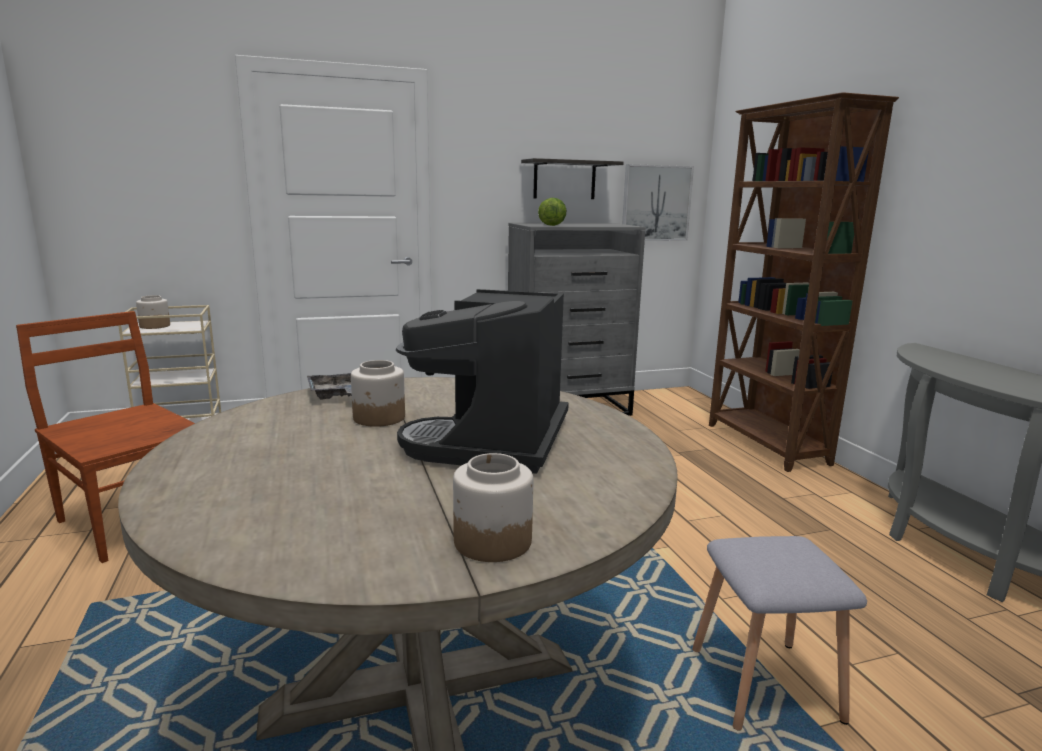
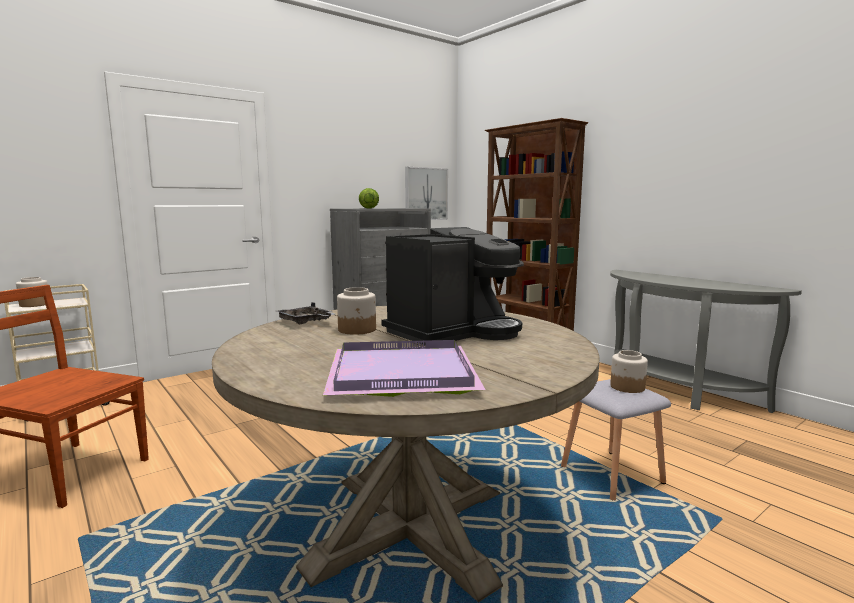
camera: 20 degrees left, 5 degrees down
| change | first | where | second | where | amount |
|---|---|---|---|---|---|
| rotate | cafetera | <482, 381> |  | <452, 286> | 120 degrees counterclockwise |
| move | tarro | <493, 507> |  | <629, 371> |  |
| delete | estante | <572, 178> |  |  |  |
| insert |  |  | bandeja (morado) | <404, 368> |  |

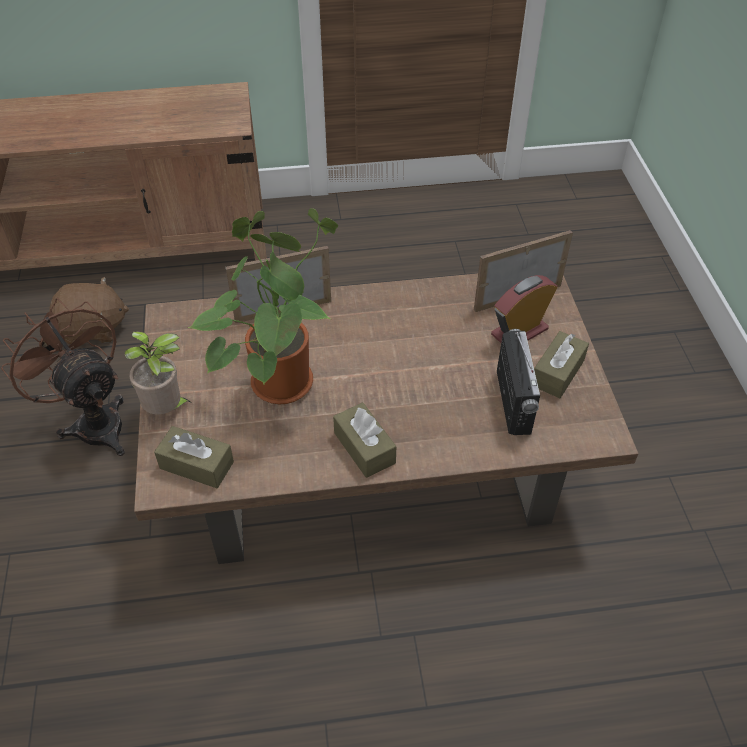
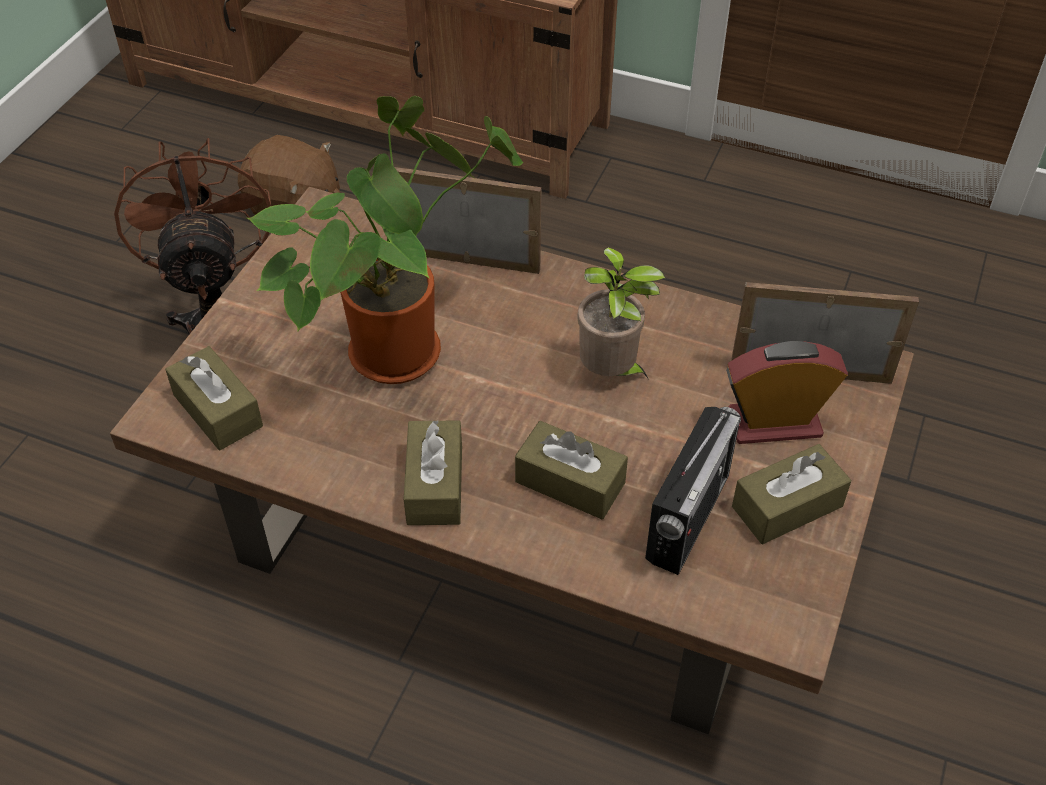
camera: 30 degrees right, 0 degrees up
| change | first | where | second | where | amount |
|---|---|---|---|---|---|
| move | planta en maceta | <159, 373> |  | <621, 312> |  |
| insert |  |  | caja de pañuelos (marrón) | <571, 470> |  |

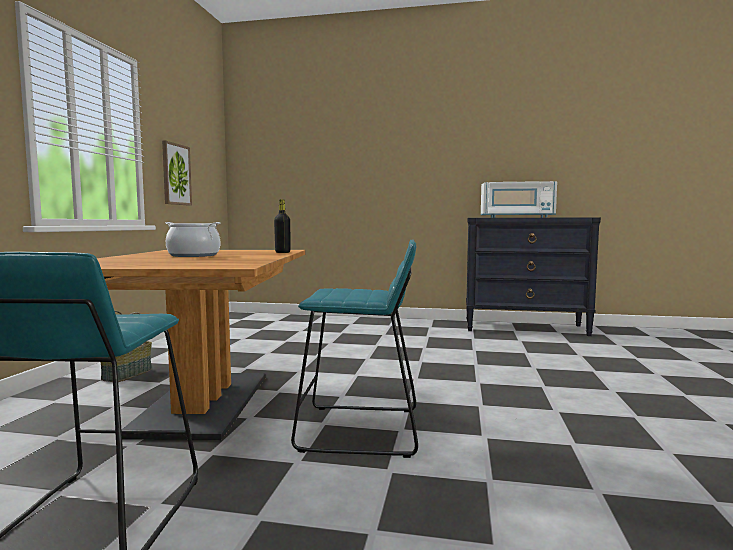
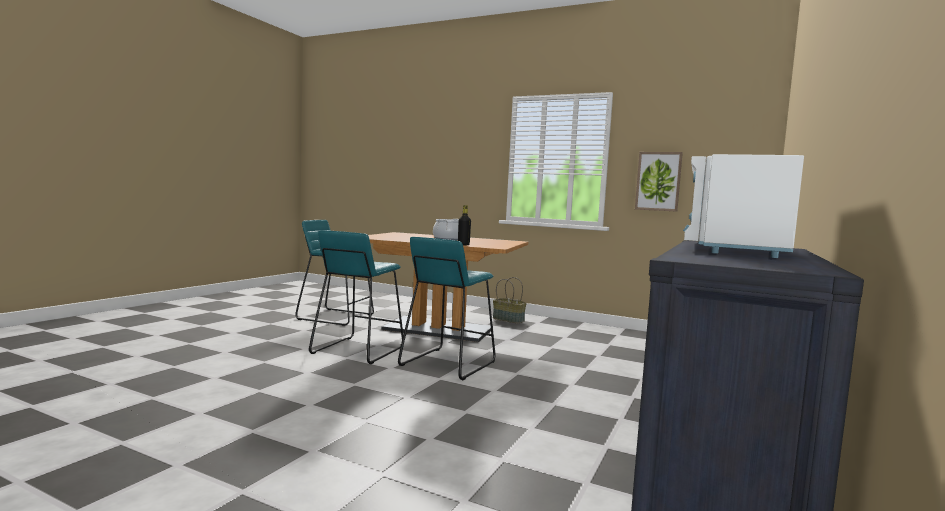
camera: 105 degrees right, 0 degrees up
| change | first | where | second | where | amount |
|---|---|---|---|---|---|
| insert |  |  | taburete (turquesa) | <446, 308> |  |

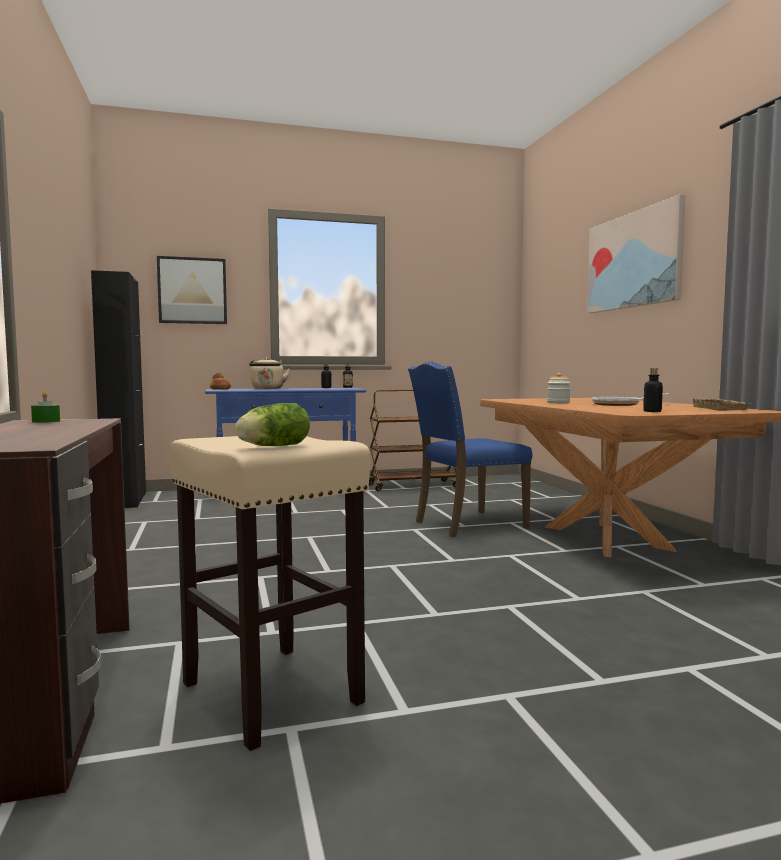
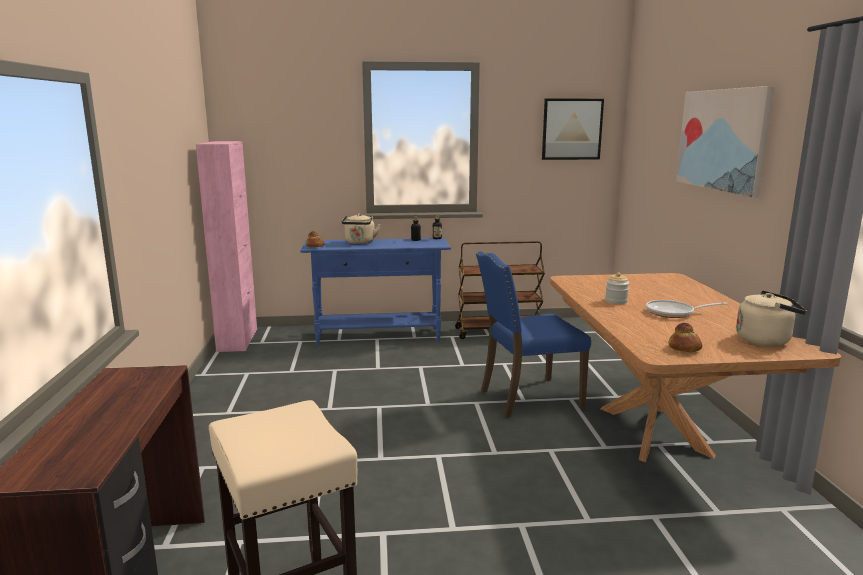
camera: 10 degrees right, 10 degrees up
| change | first | where | second | where | amount |
|---|---|---|---|---|---|
| delete | vela (verde) | <45, 407> |  |  |  |
| recolor | armario (negro) | <118, 389> | armario (rosa) | <226, 246> |  |
| move | cuadro | <192, 290> |  | <573, 129> |  |
| delete | lechuga | <272, 424> |  |  |  |
| replace | botella | <653, 390> | pan | <685, 337> |  |
| replace | bandeja (beis) | <721, 404> | hervidor (beis) | <771, 318> |  |

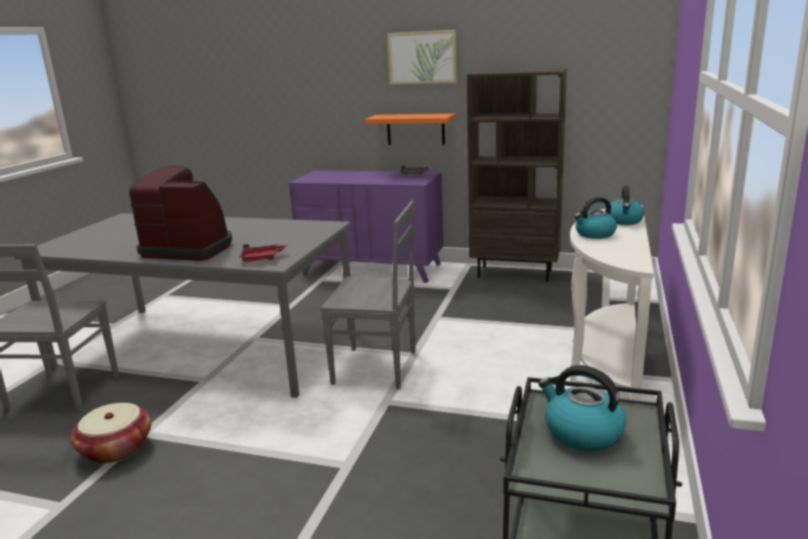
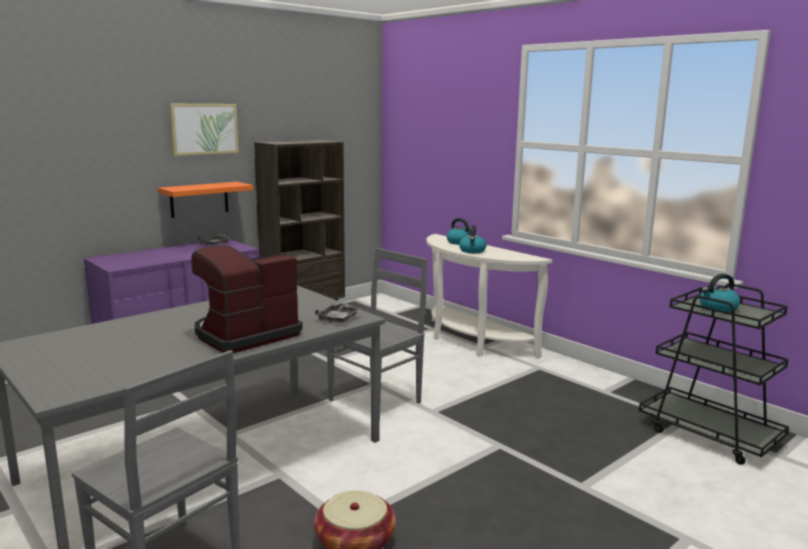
camera: 60 degrees left, 5 degrees down
| change | first | where | second | where | amount |
|---|---|---|---|---|---|
| recolor | bandeja (rojo) | <263, 253> | bandeja (gris) | <338, 312> |  |

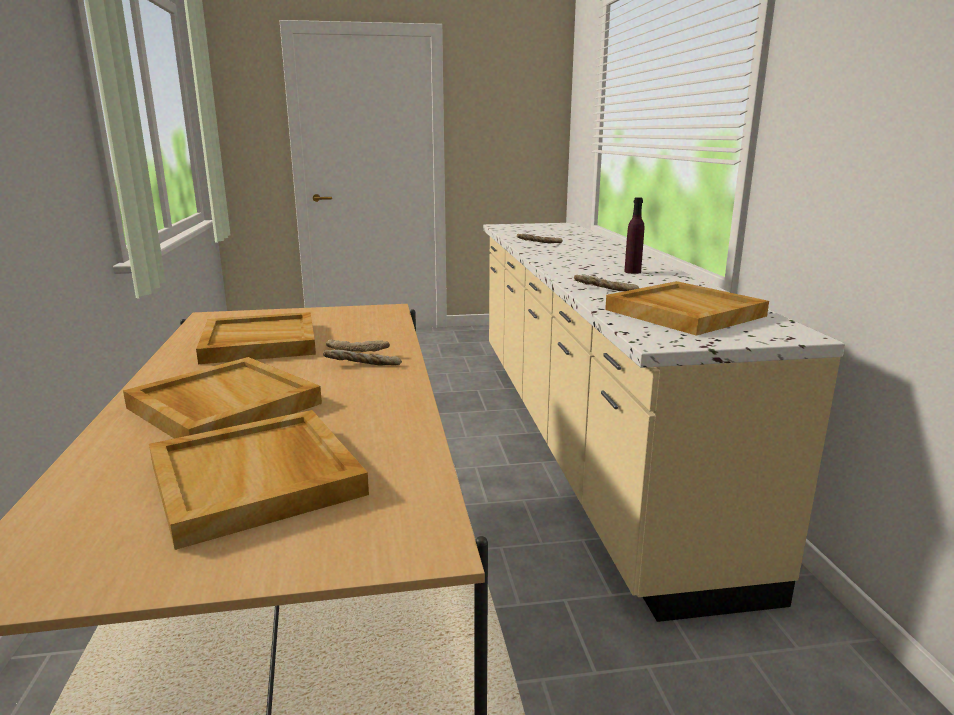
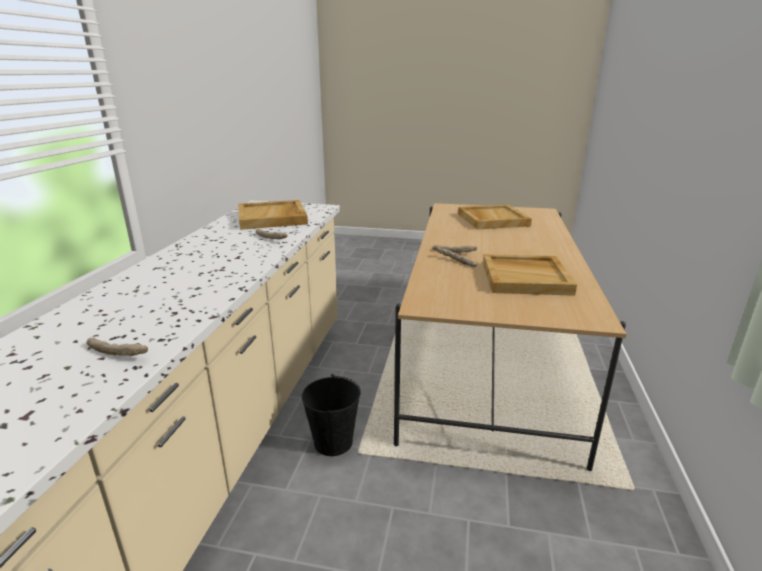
camera: 160 degrees left, 5 degrees up
| change | first | where | second | where | amount |
|---|---|---|---|---|---|
| delete | bandeja (beis) | <222, 397> |  |  |  |
| delete | botella (morado) | <634, 235> |  |  |  |
| insert |  |  | cubo (negro) | <331, 415> |  |

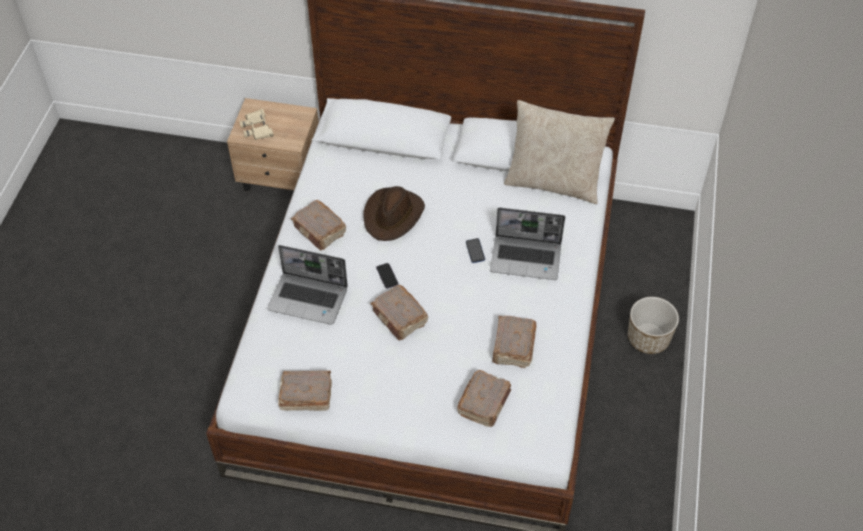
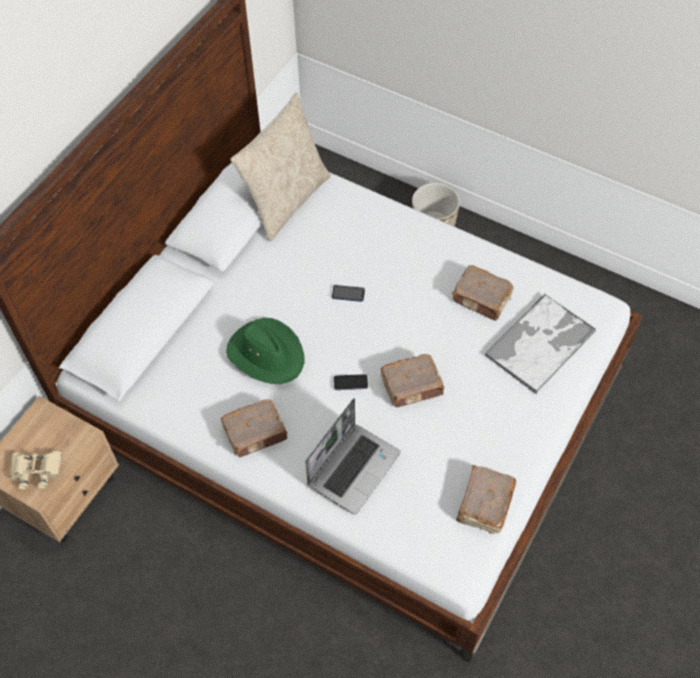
camera: 70 degrees left, 5 degrees up
| change | first | where | second | where | amount |
|---|---|---|---|---|---|
| recolor | sombrero (marrón) | <394, 213> | sombrero (verde) | <265, 351> |  |
| replace | libro (marrón) | <484, 398> | bandeja | <540, 344> |  |
| delete | portátil | <527, 243> |  |  |  |

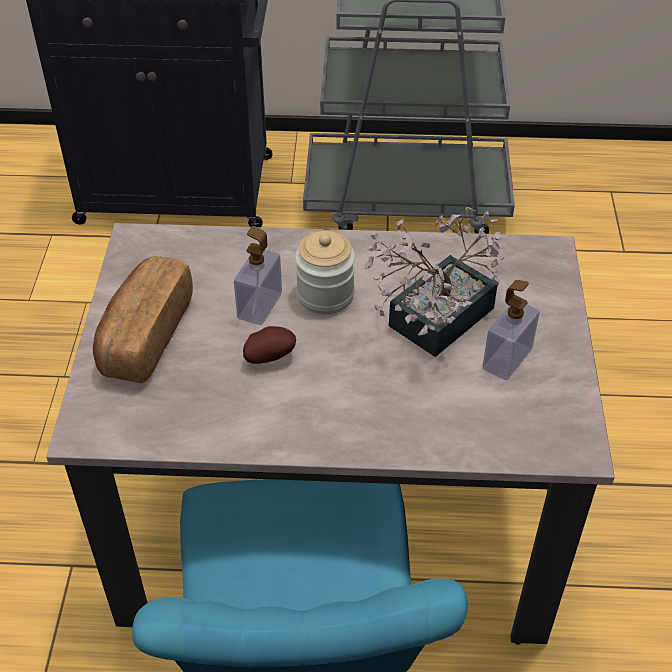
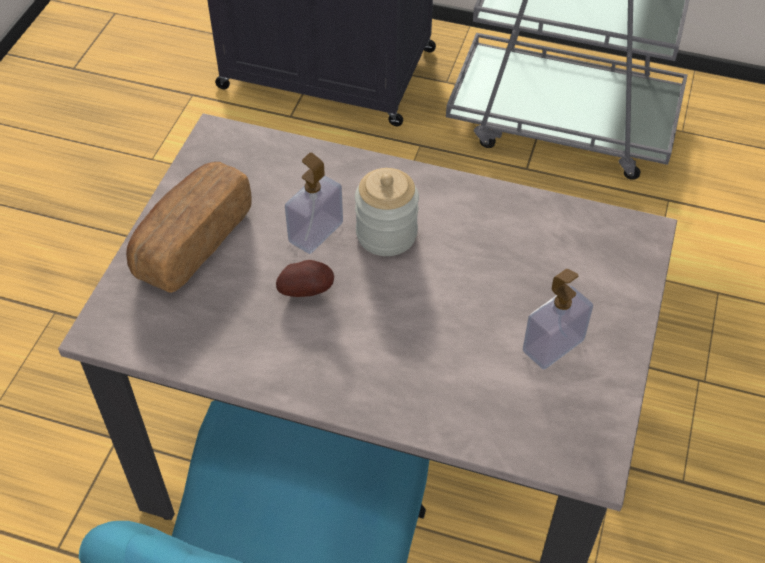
camera: 15 degrees right, 5 degrees up
| change | first | where | second | where | amount |
|---|---|---|---|---|---|
| delete | planta en maceta | <433, 282> |  |  |  |

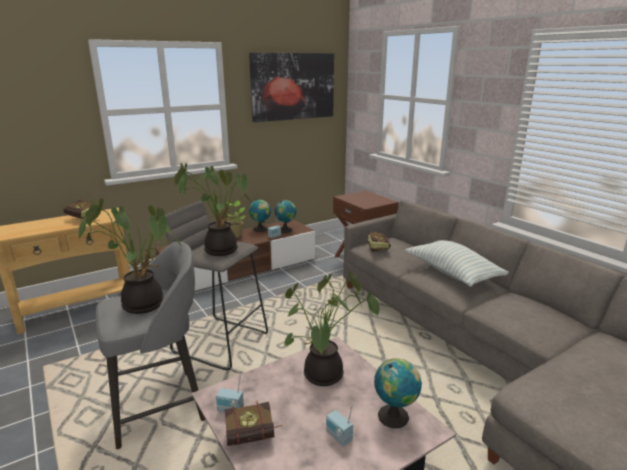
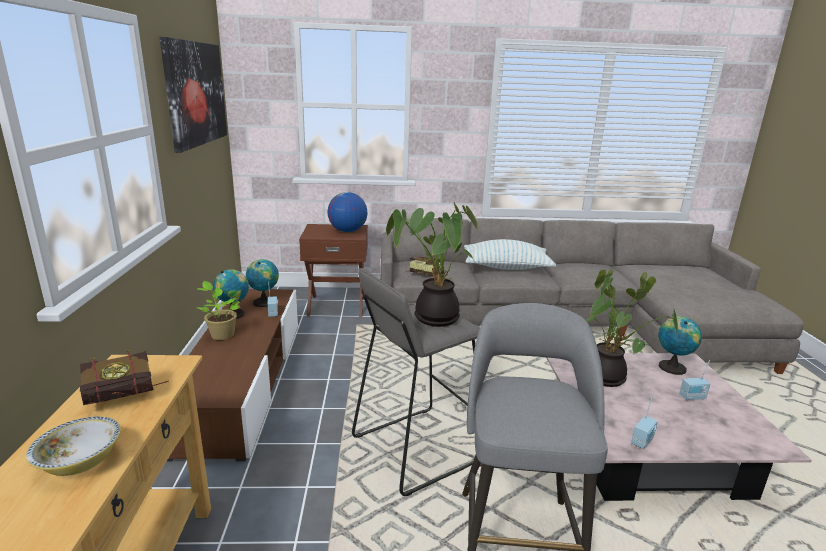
camera: 60 degrees left, 0 degrees up
| change | first | where | second | where | amount |
|---|---|---|---|---|---|
| delete | planta en maceta | <130, 256> |  |  |  |
| delete | libro | <254, 423> |  |  |  |
| insert |  |  | cuenco | <73, 446> |  |
| insert |  |  | globo terráqueo | <347, 212> |  |

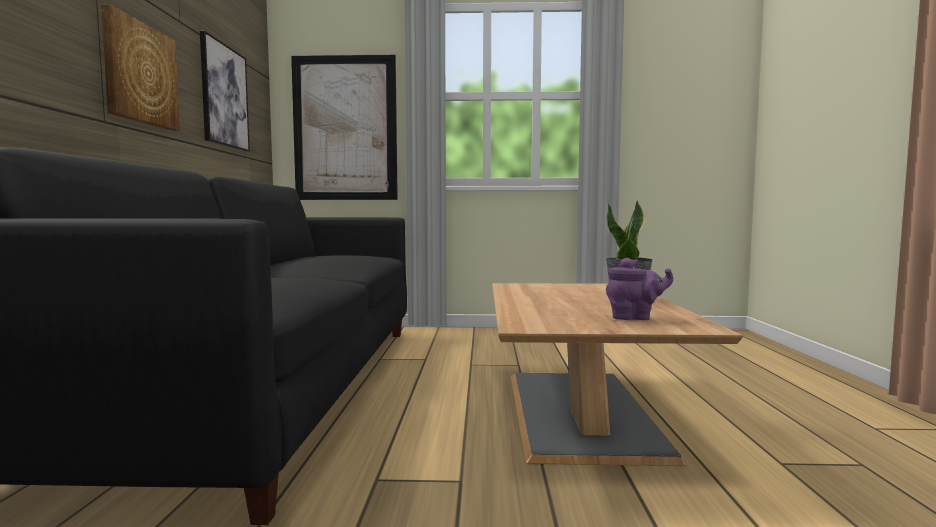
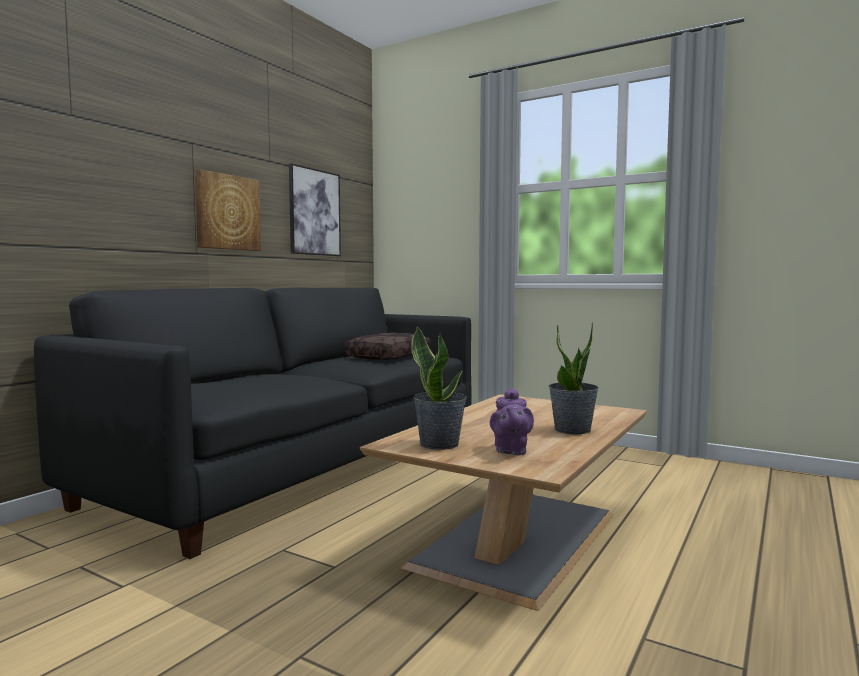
camera: 30 degrees right, 0 degrees up
| change | first | where | second | where | amount |
|---|---|---|---|---|---|
| delete | cuadro | <344, 127> |  |  |  |
| rotate | tetera (morado) | <639, 288> |  | <512, 421> | 60 degrees clockwise |
| insert |  |  | cojín (marrón) | <387, 346> |  |
| insert |  |  | planta en maceta | <439, 388> |  |

